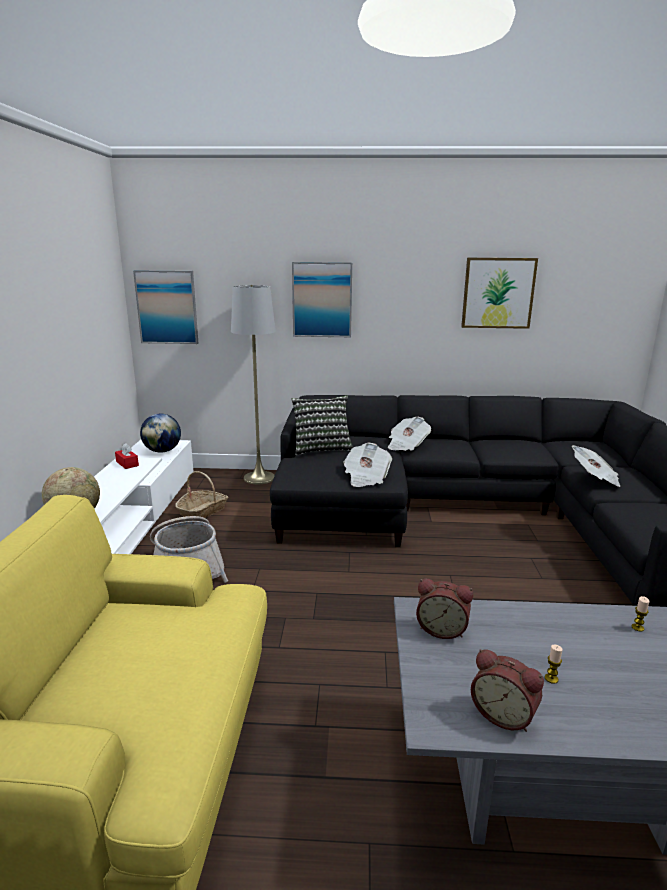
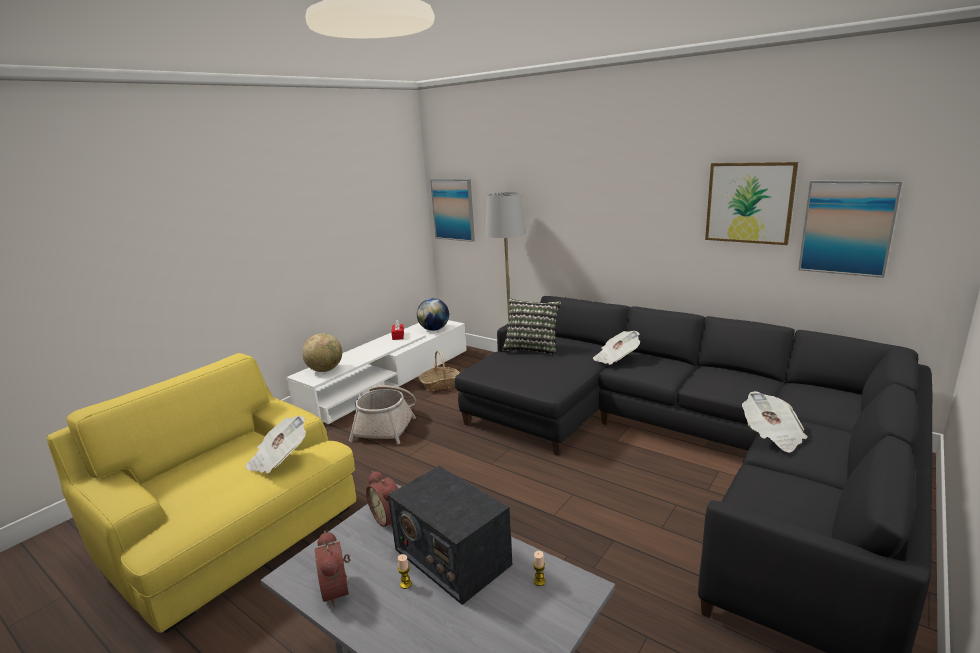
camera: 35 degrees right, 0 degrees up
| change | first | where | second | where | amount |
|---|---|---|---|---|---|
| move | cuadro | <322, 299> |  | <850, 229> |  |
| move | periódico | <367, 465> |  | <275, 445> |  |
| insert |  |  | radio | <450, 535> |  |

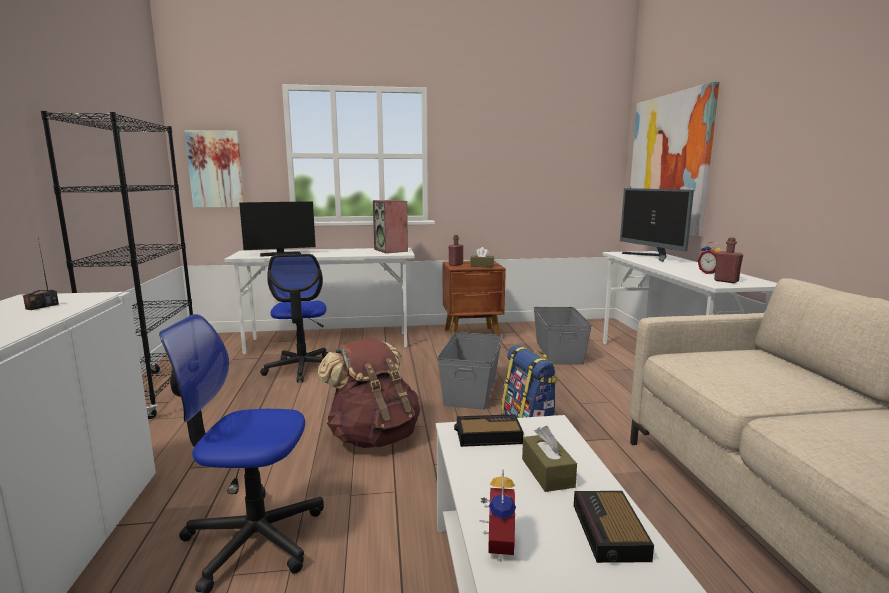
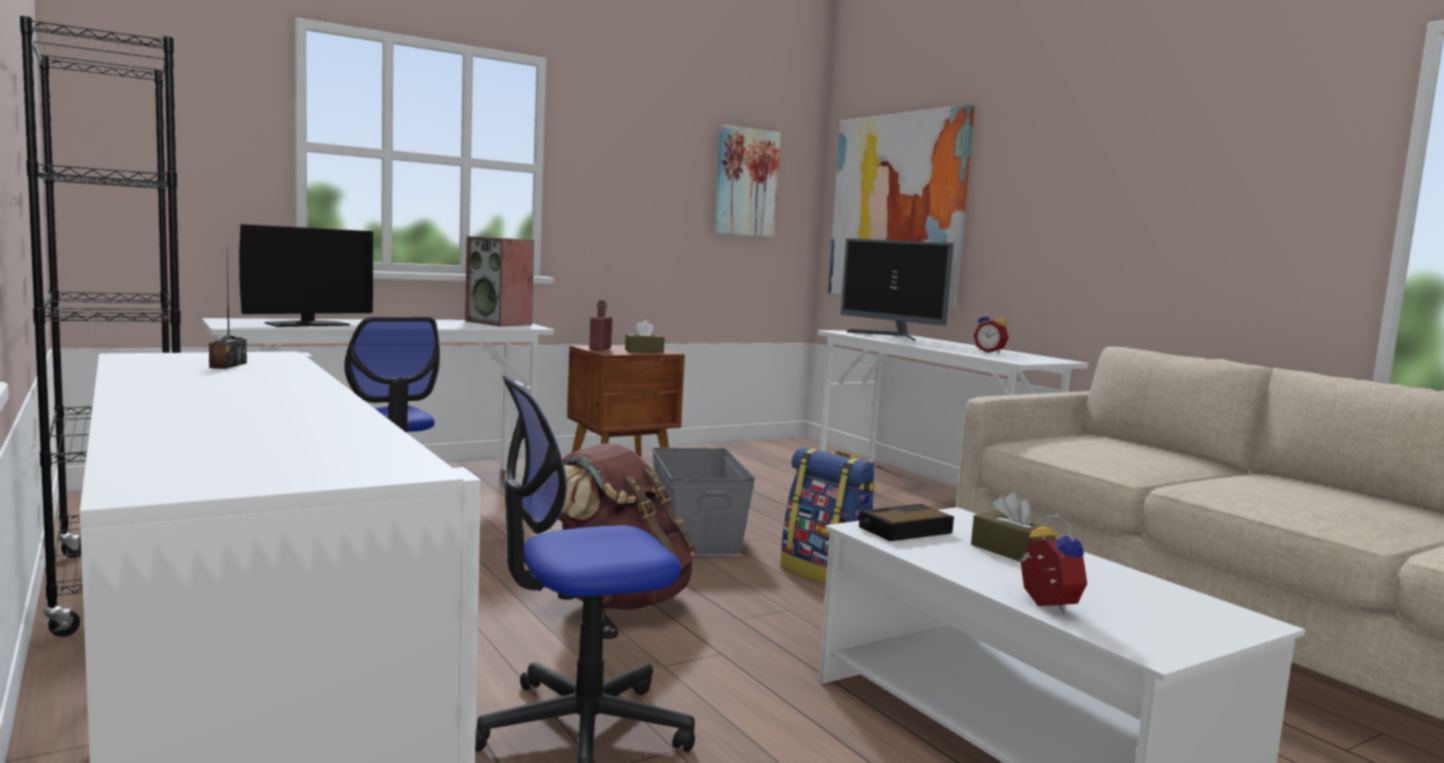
camera: 25 degrees left, 5 degrees down
| change | first | where | second | where | amount |
|---|---|---|---|---|---|
| move | cuadro | <214, 169> |  | <747, 181> |  |
| delete | caja de almacenaje (gris) | <562, 336> |  |  |  |
| delete | despertador | <614, 527> |  |  |  |
| delete | botella (rojo) | <728, 260> |  |  |  |

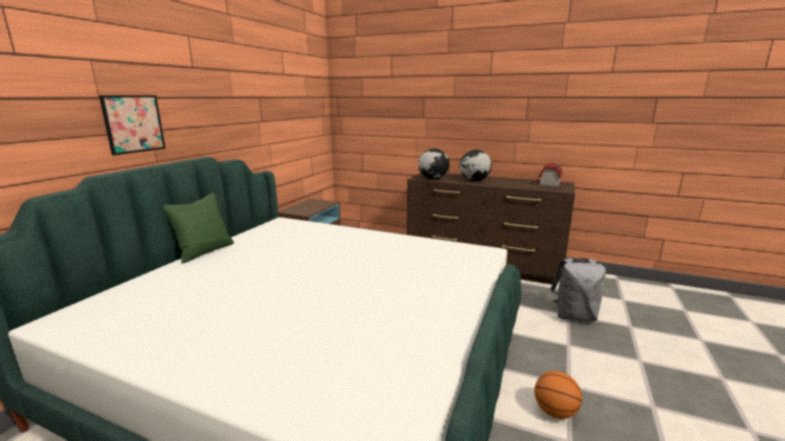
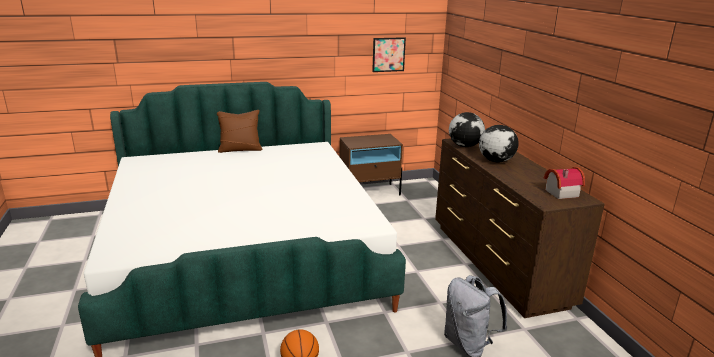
camera: 50 degrees right, 5 degrees up
| change | first | where | second | where | amount |
|---|---|---|---|---|---|
| move | cuadro | <132, 125> |  | <389, 54> |  |
| recolor | cojín (verde) | <198, 228> | cojín (marrón) | <240, 131> |  |

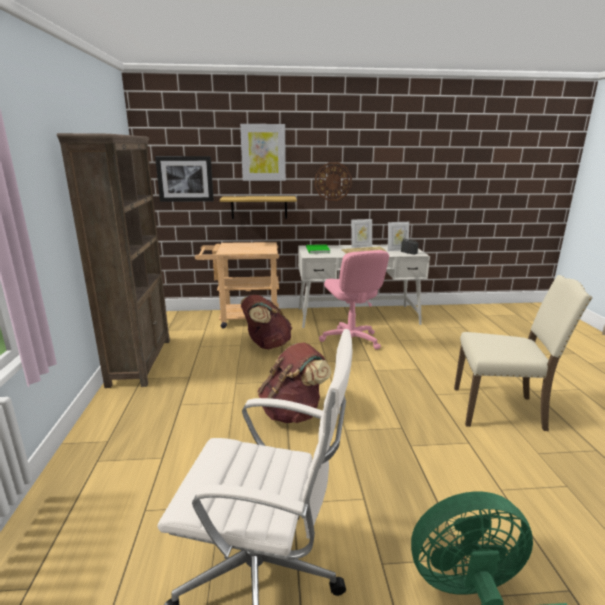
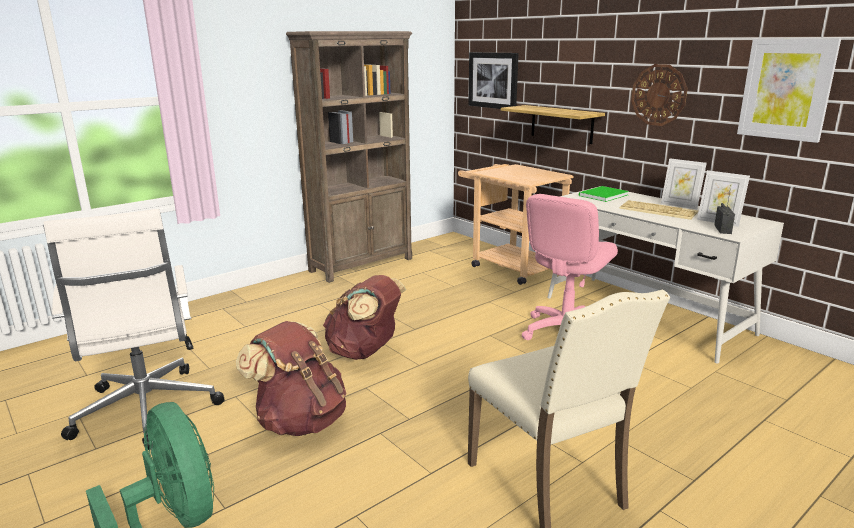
camera: 55 degrees right, 0 degrees up
| change | first | where | second | where | amount |
|---|---|---|---|---|---|
| move | cuadro | <263, 152> |  | <789, 90> |  |
| move | mochila (marrón) | <266, 322> |  | <291, 378> |  |

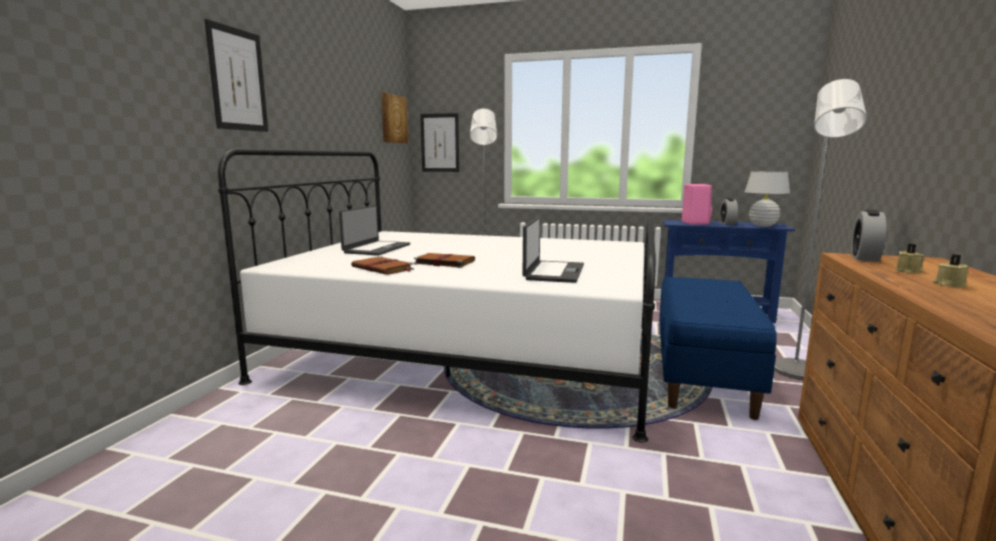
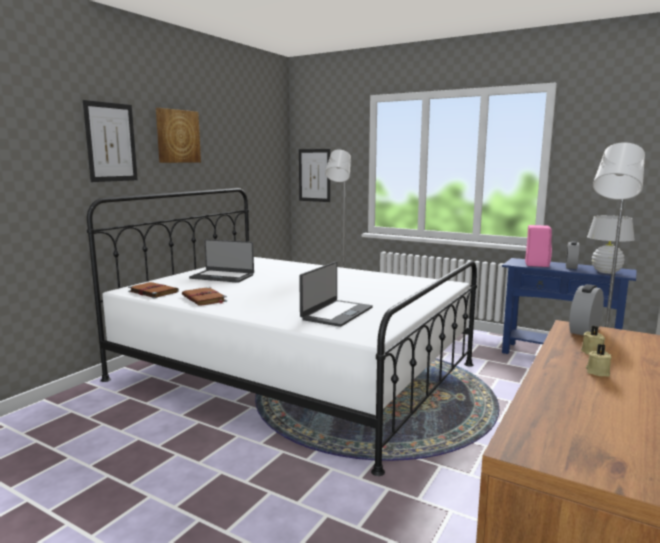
camera: 15 degrees right, 0 degrees up
| change | first | where | second | where | amount |
|---|---|---|---|---|---|
| rotate | portátil | <374, 230> |  | <221, 261> | 75 degrees clockwise |
| move | cuadro | <394, 118> |  | <178, 135> |  |
| move | libro (marrón) | <444, 260> |  | <153, 290> |  |
| delete | banco (azul) | <718, 348> |  |  |  |

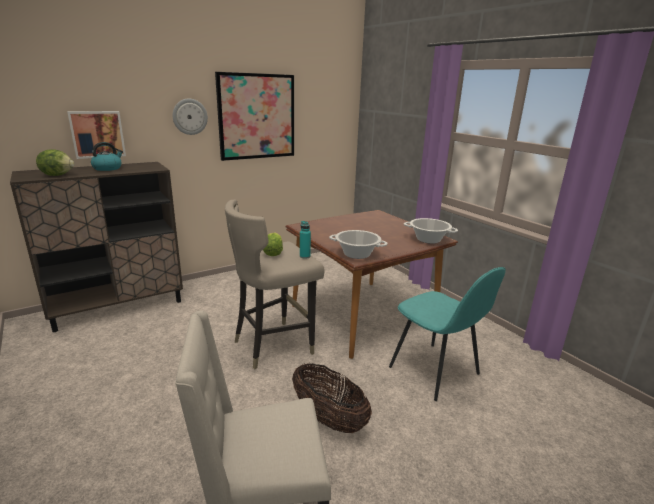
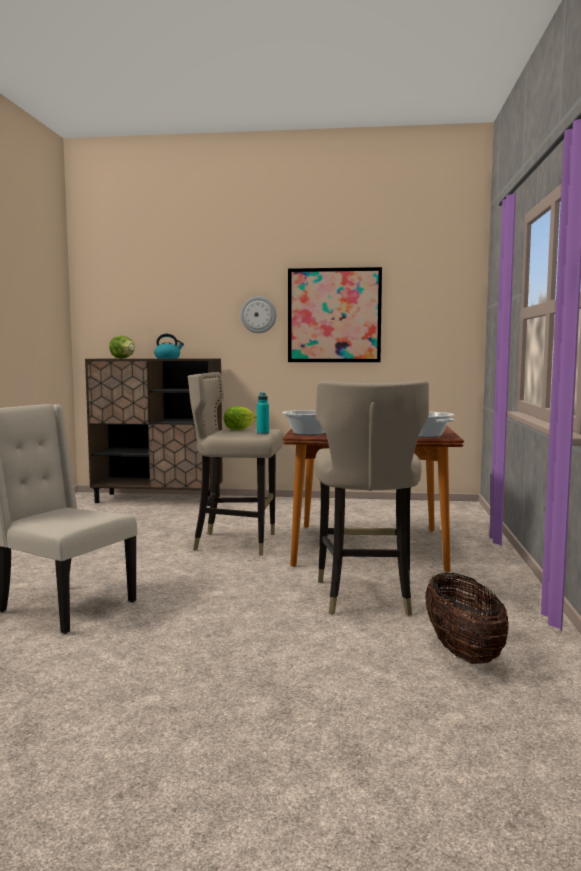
camera: 40 degrees right, 15 degrees down
| change | first | where | second | where | amount |
|---|---|---|---|---|---|
| delete | cuadro | <96, 135> |  |  |  |
| move | cesta | <332, 398> |  | <467, 618> |  |
| replace | silla (turquesa) | <447, 334> | taburete (beis) | <372, 498> |  |

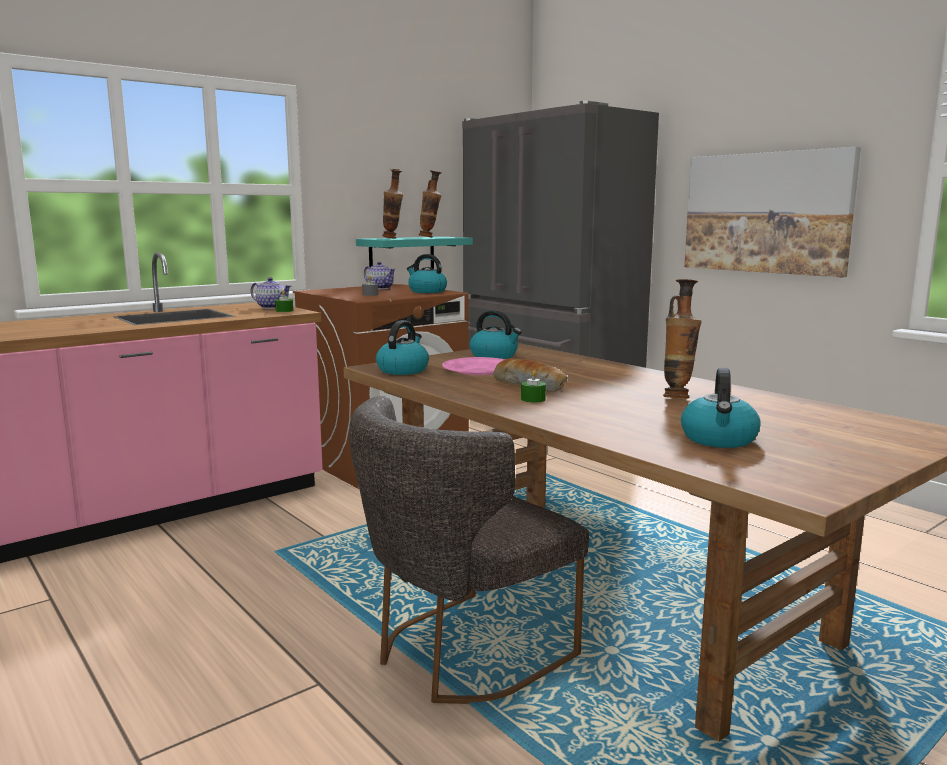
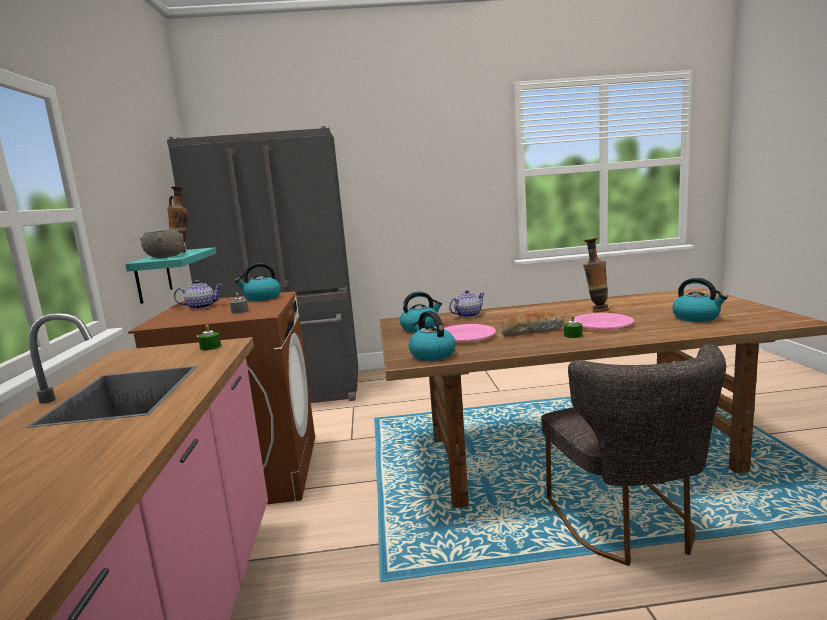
camera: 55 degrees left, 0 degrees up
| change | first | where | second | where | amount |
|---|---|---|---|---|---|
| move | tetera | <270, 293> |  | <467, 304> |  |
| replace | florero | <392, 204> | cuenco (gris) | <162, 244> |  |
| delete | cuadro | <772, 212> |  |  |  |
| insert |  |  | plato (rosa) | <602, 321> |  |

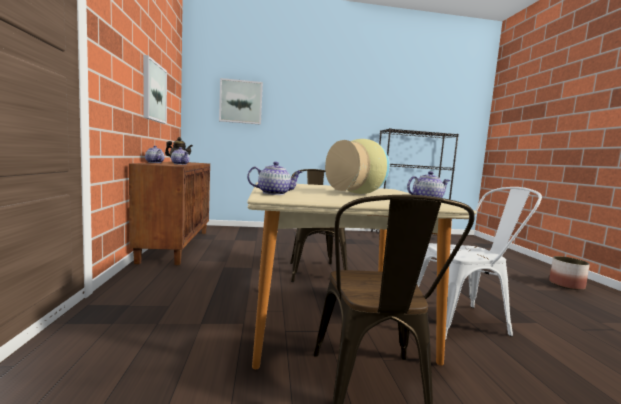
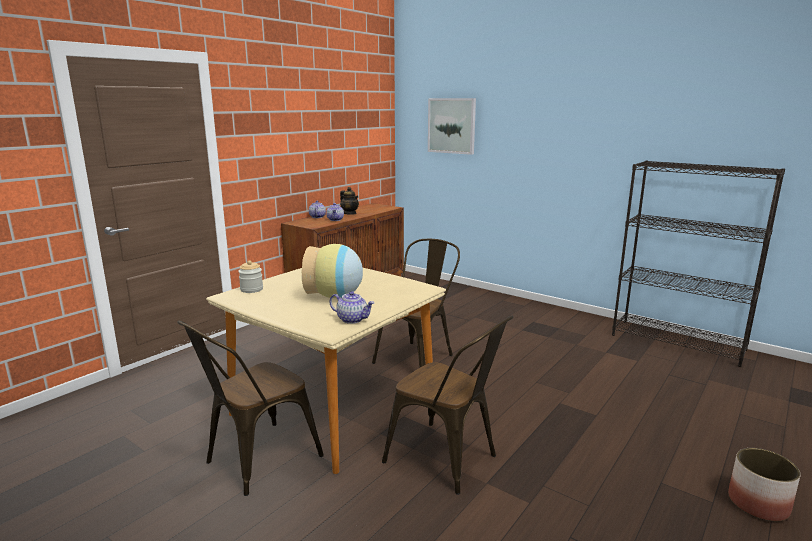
camera: 45 degrees right, 10 degrees up
| change | first | where | second | where | amount |
|---|---|---|---|---|---|
| delete | cuadro | <155, 89> |  |  |  |
| replace | tetera | <274, 178> | tarro | <250, 276> |  |
| recolor | silla (blanco) | <479, 264> | silla (marrón) | <447, 405> |  |

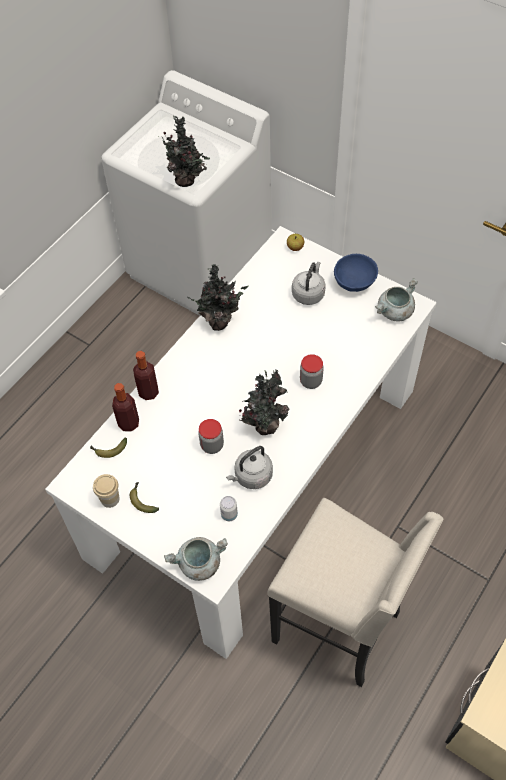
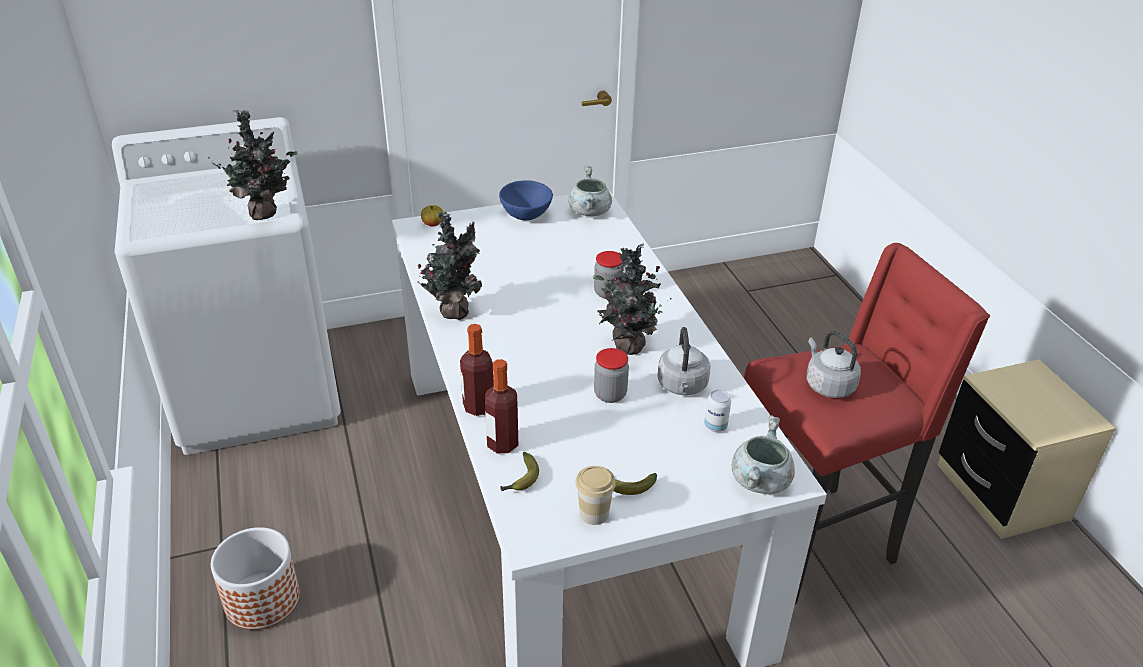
camera: 55 degrees left, 20 degrees down
| change | first | where | second | where | amount |
|---|---|---|---|---|---|
| recolor | taburete (beis) | <355, 592> | taburete (rojo) | <867, 423> |  |
| move | hervidor (gris) | <309, 283> |  | <833, 364> |  |
| insert |  |  | maceta | <255, 578> |  |

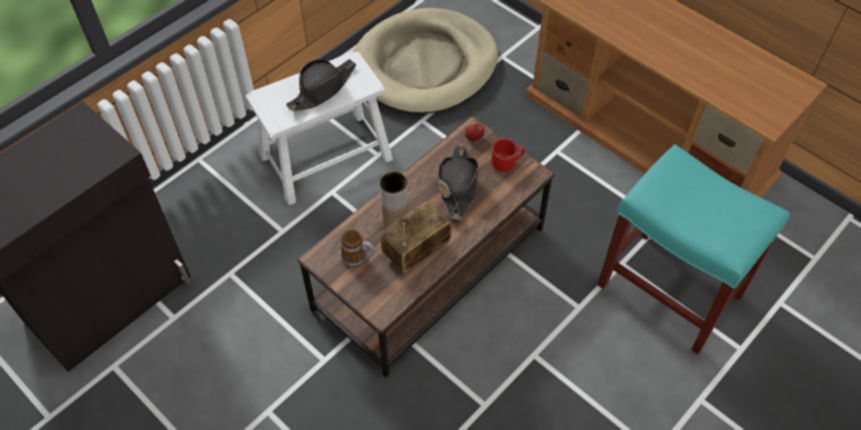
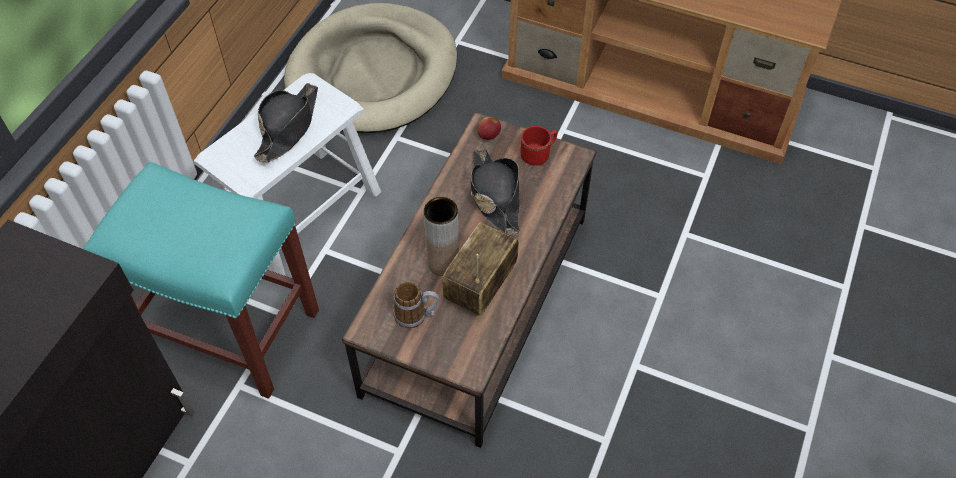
camera: 20 degrees left, 0 degrees up
| change | first | where | second | where | amount |
|---|---|---|---|---|---|
| move | taburete (turquesa) | <693, 249> |  | <201, 280> |  |

